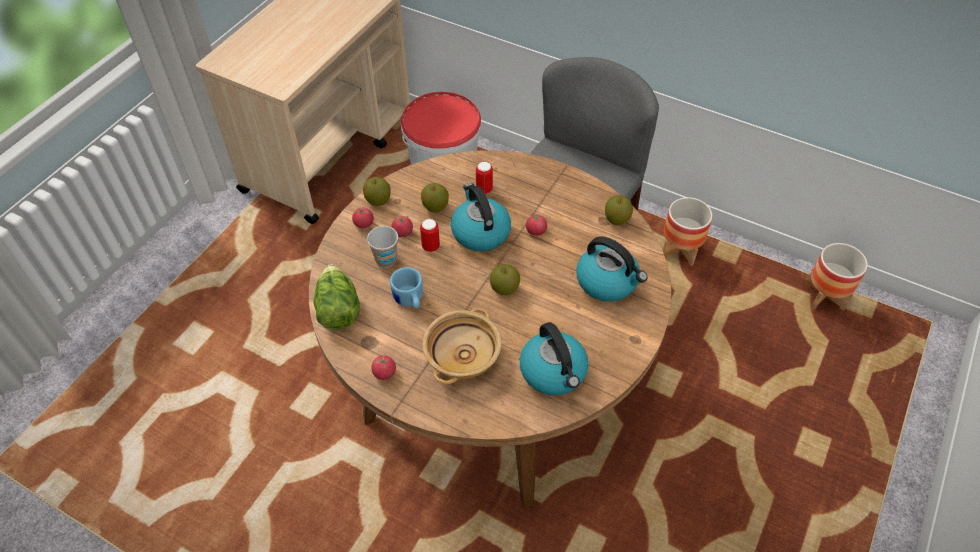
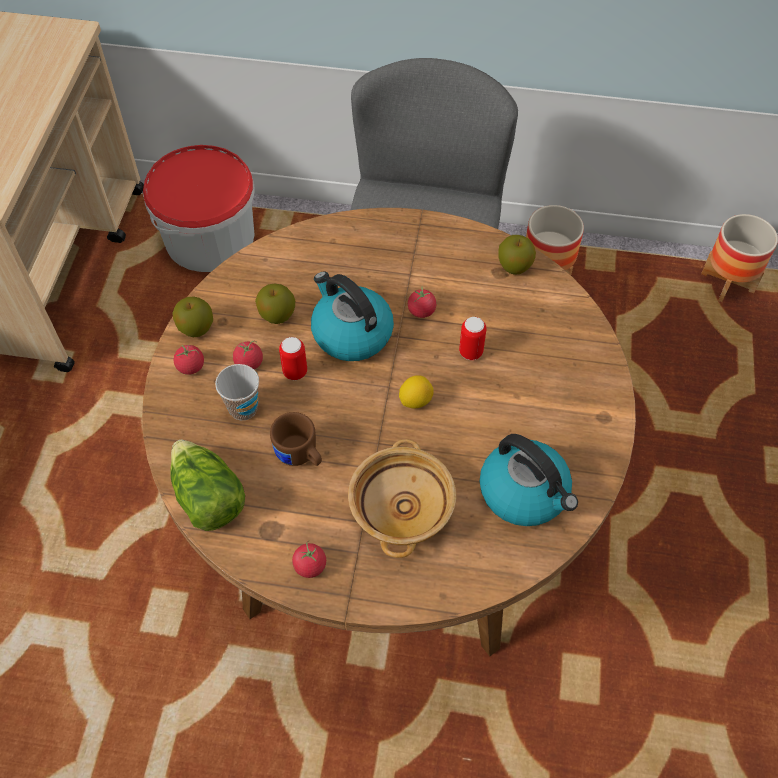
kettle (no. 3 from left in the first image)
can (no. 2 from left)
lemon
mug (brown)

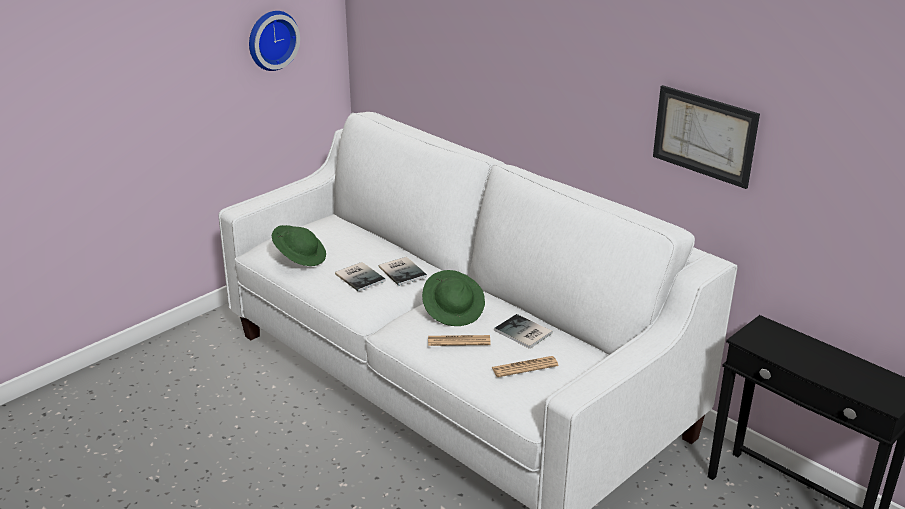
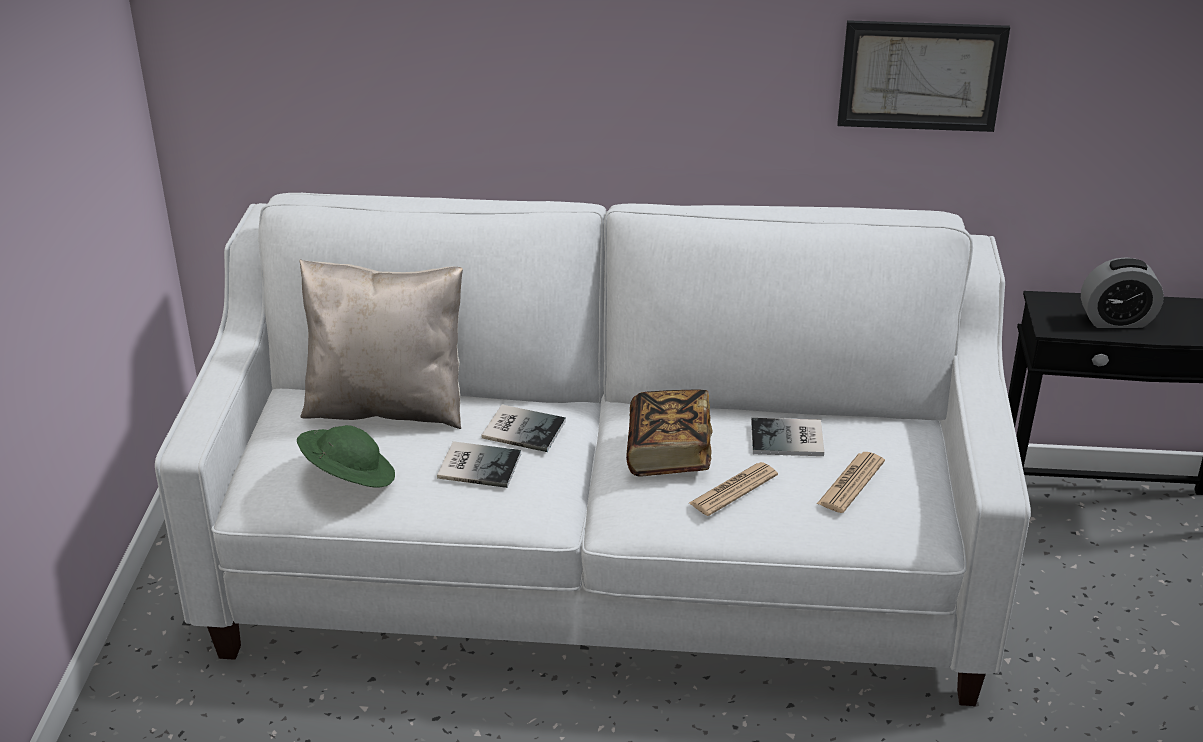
wall clock
pillow (beige)
alarm clock
book (no. 3 from left)

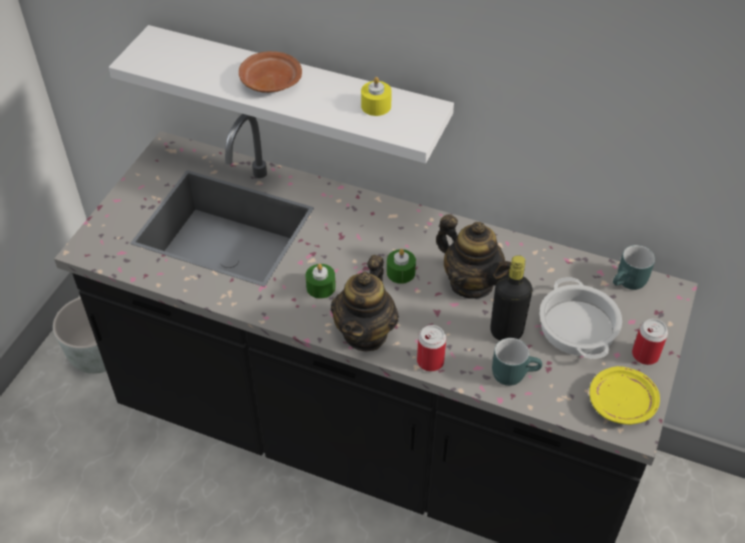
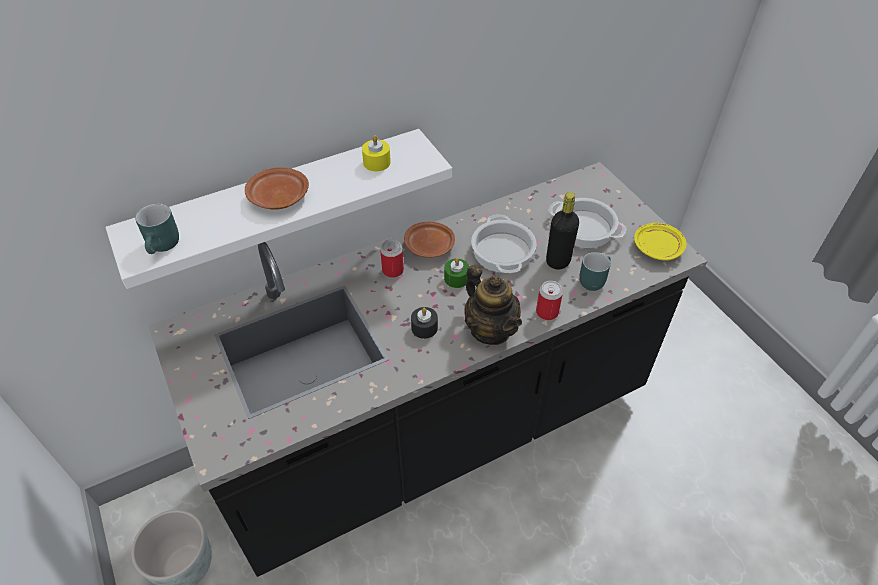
plate (brown) (no. 2 from left)
mug (turquoise) (no. 1 from left)
can (no. 1 from left)
cooking pot (no. 1 from left)
candle (black)

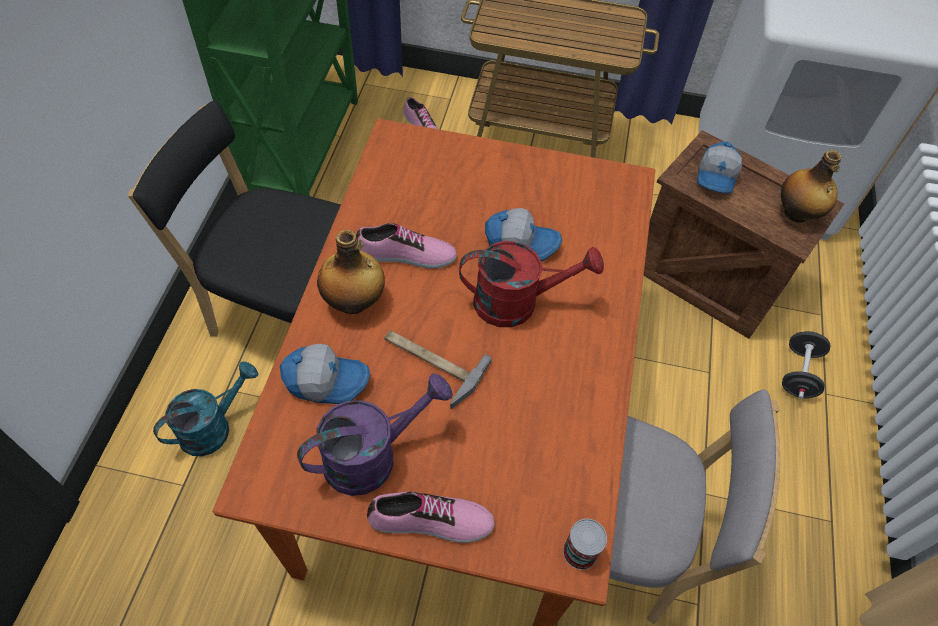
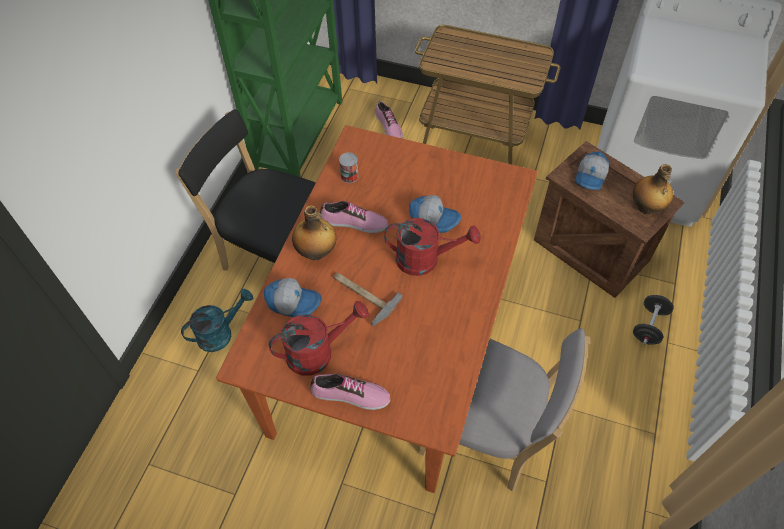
can
watering can (red) (no. 1 from left)

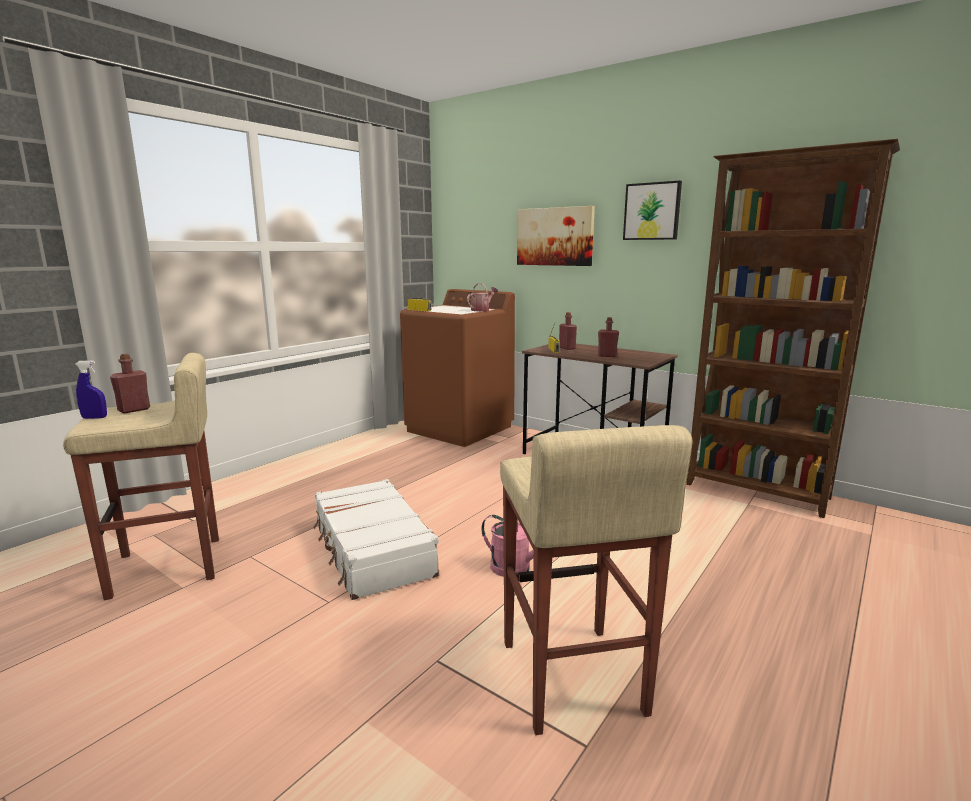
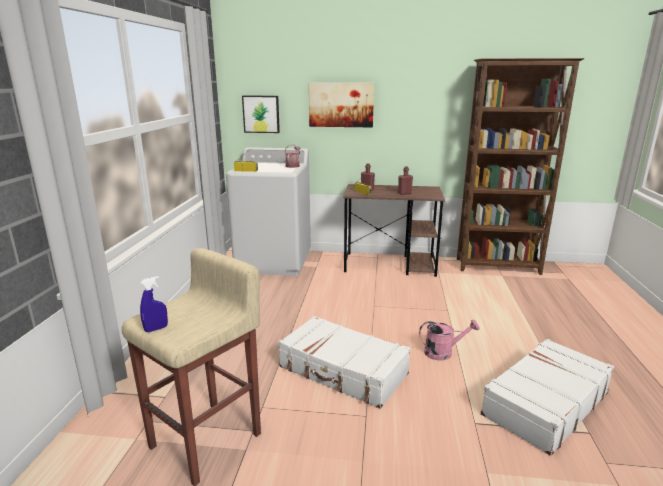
bottle (red) (no. 1 from left in the first image)
picture (no. 1 from left)
suitcase (white) (no. 2 from left)
washing machine (white)

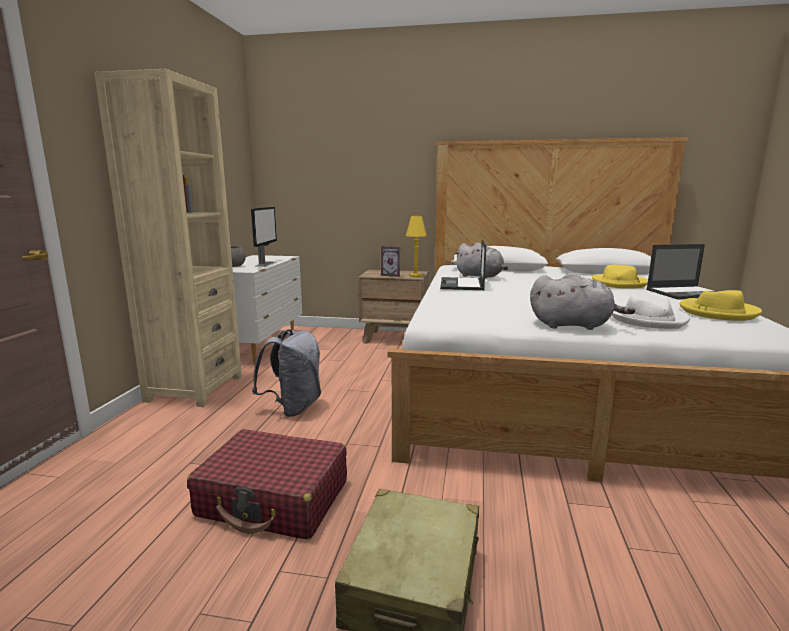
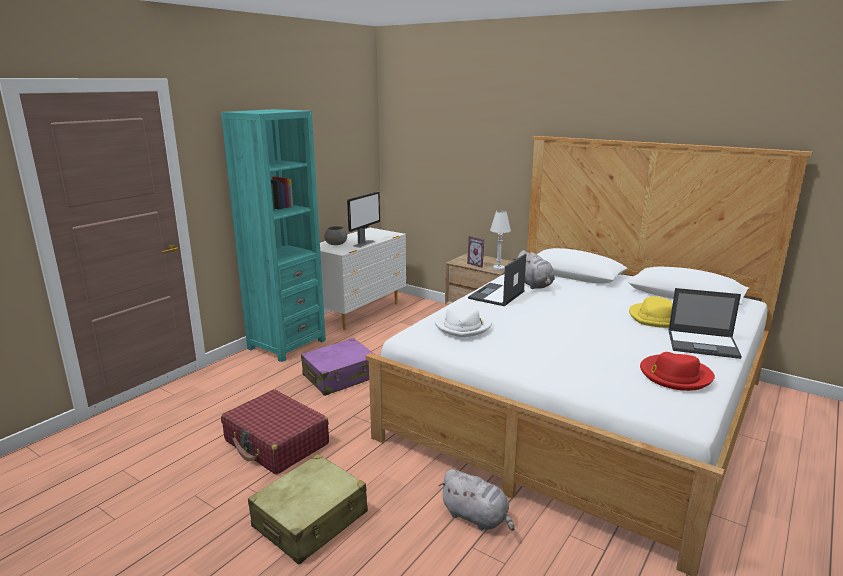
plush toy (grey) (no. 1 from left)
hat (white)
suitcase (purple)
bookcase (turquoise)
table lamp (white)
hat (red)

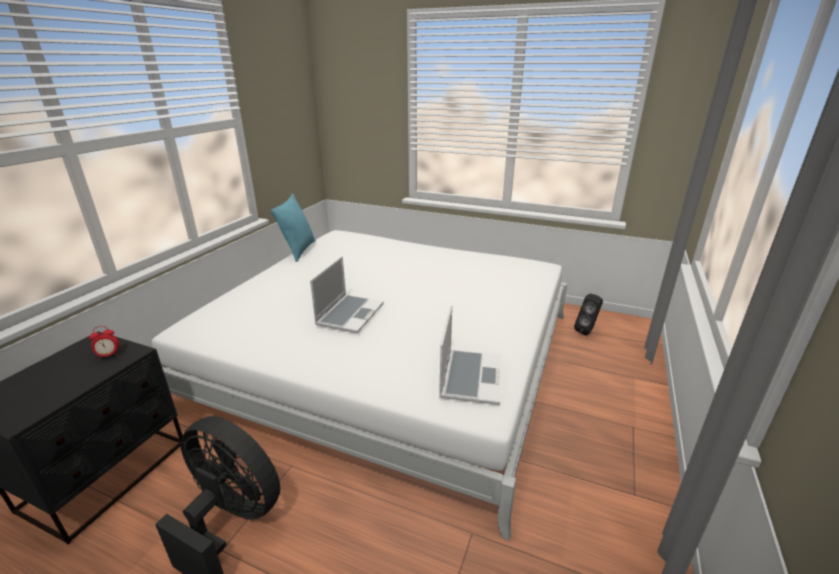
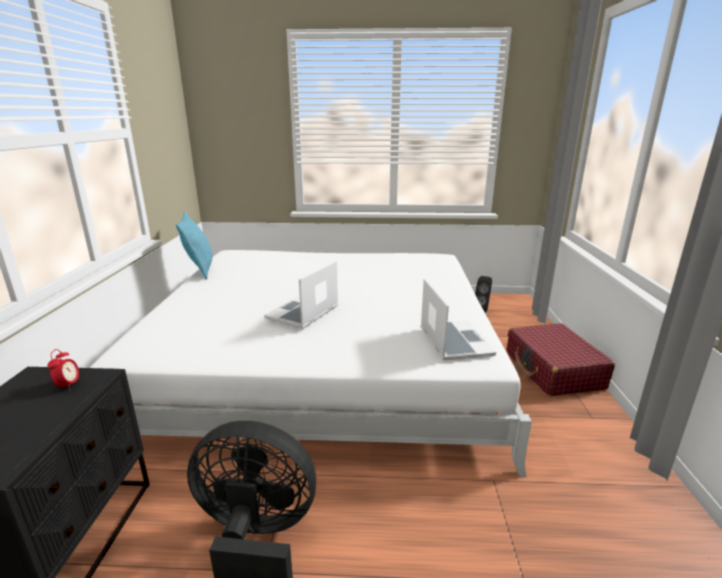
suitcase (red)
alarm clock
laptop (no. 1 from left)

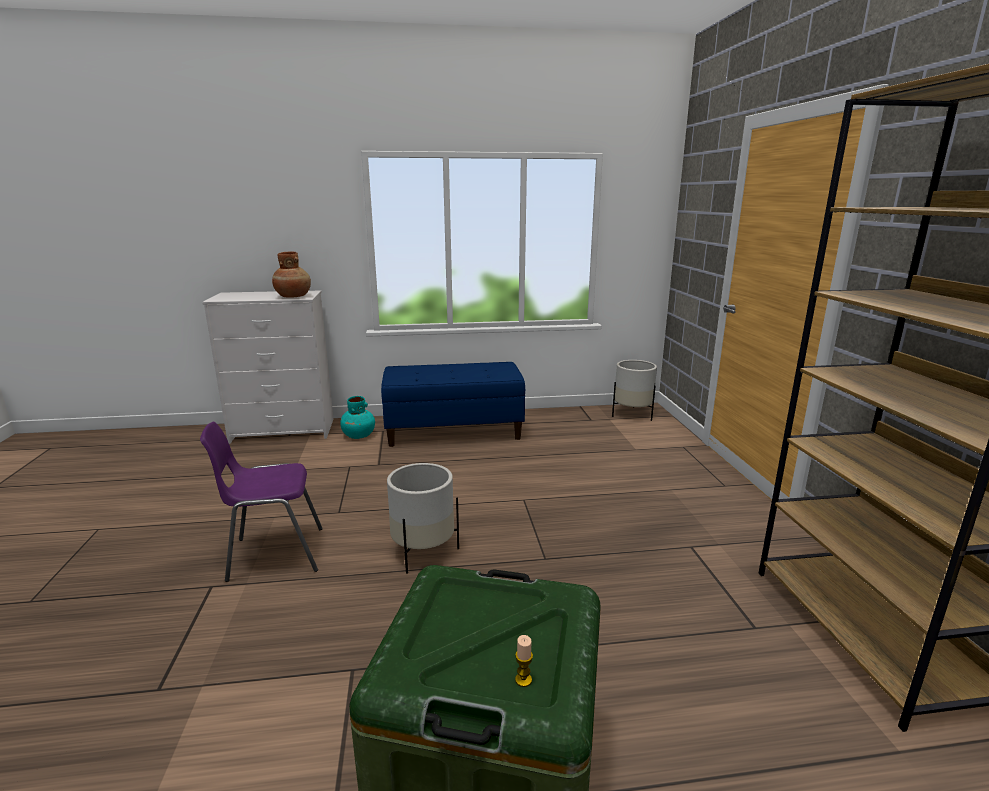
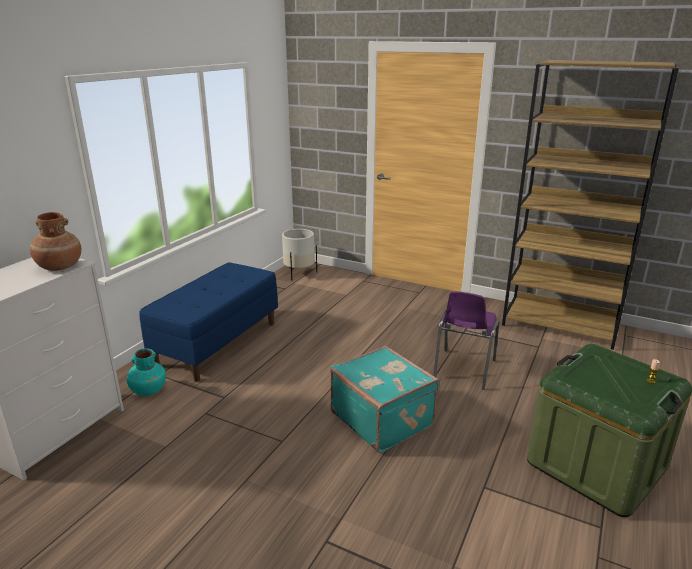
chair (purple)
suitcase (turquoise)

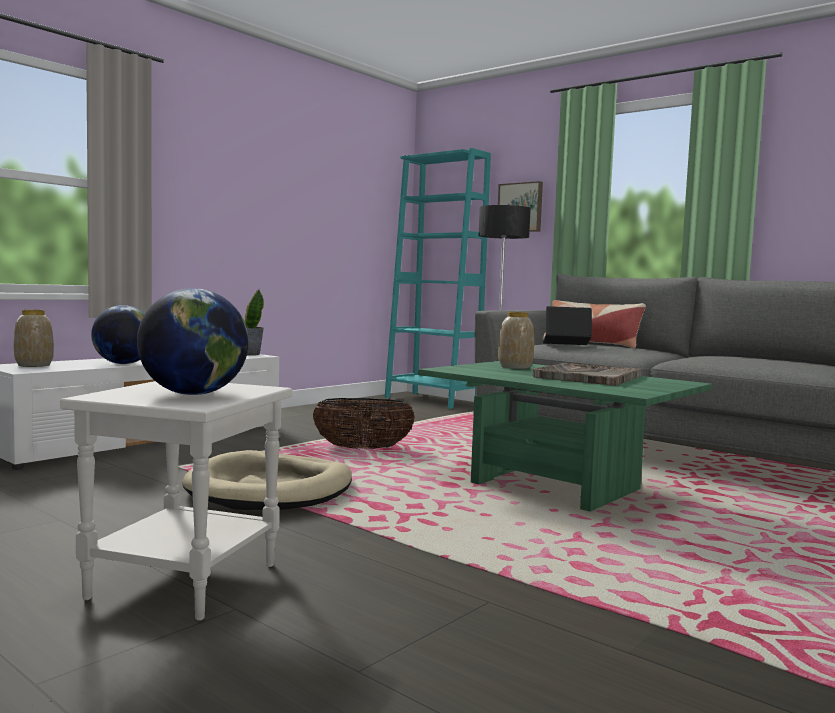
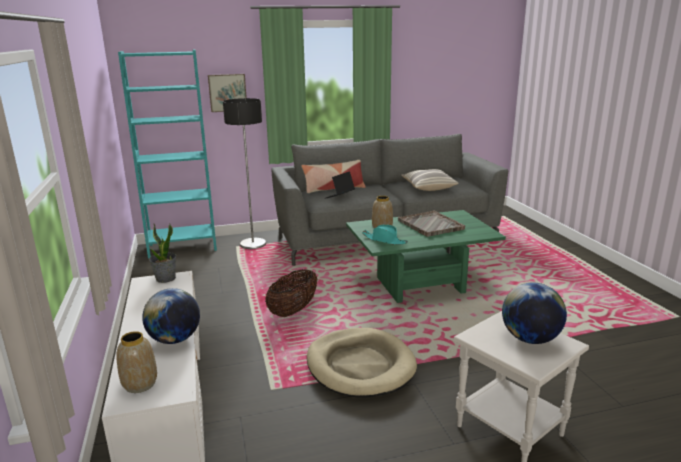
hat (turquoise)
pillow (no. 2 from left)

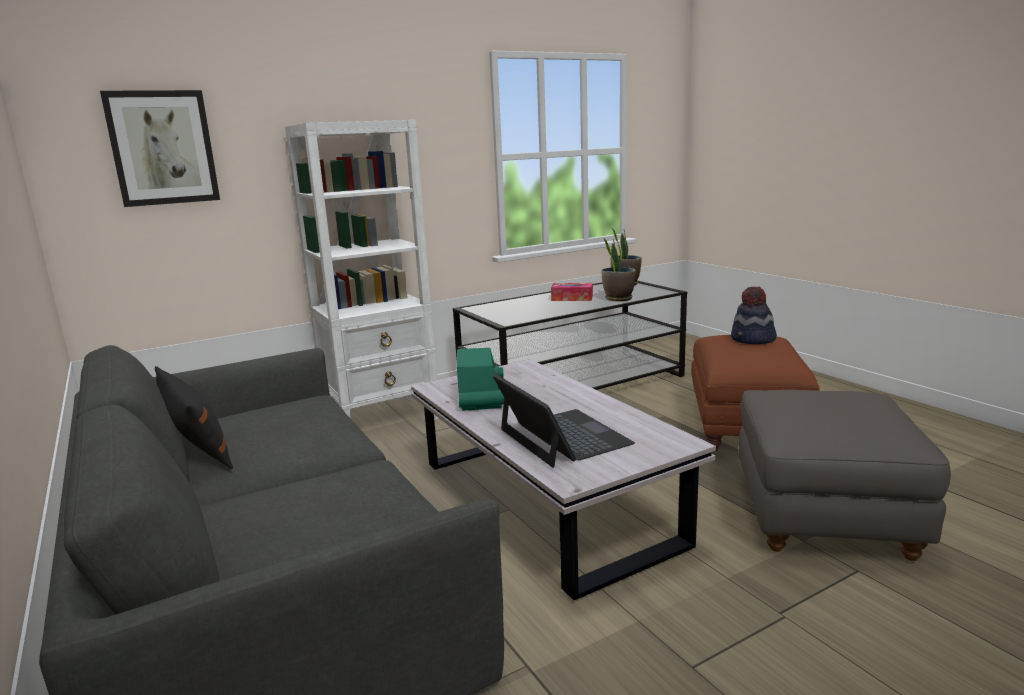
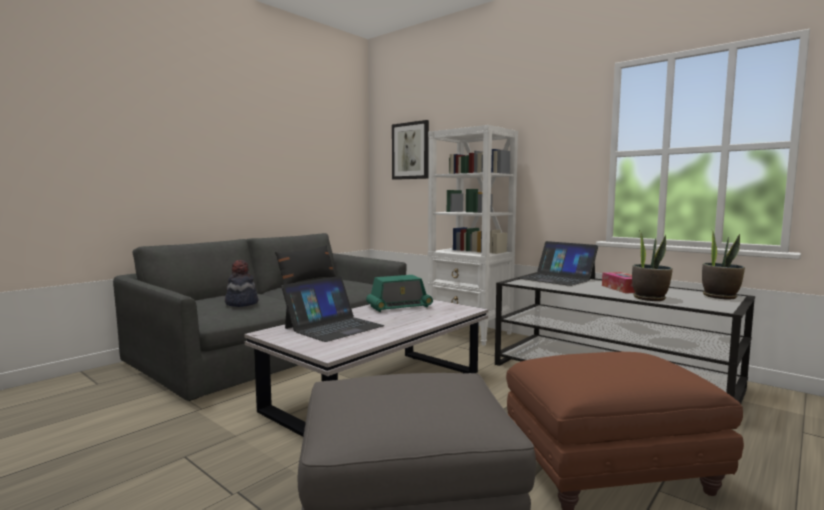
laptop (no. 2 from left)
hat

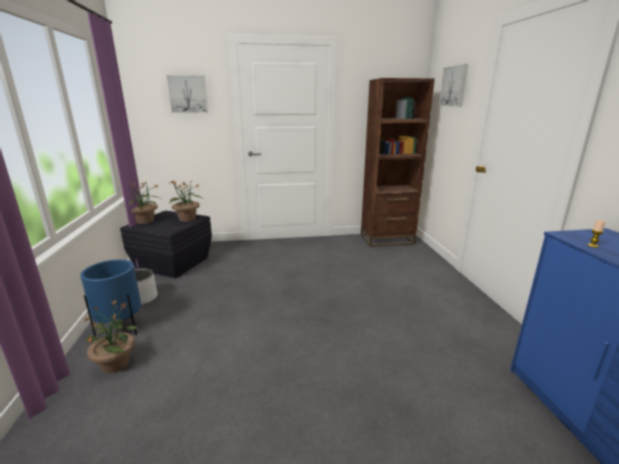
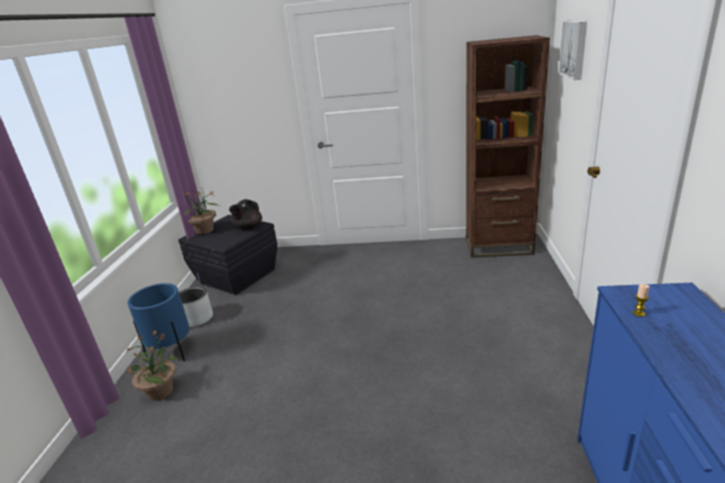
picture (no. 1 from left in the first image)
teapot (black)

